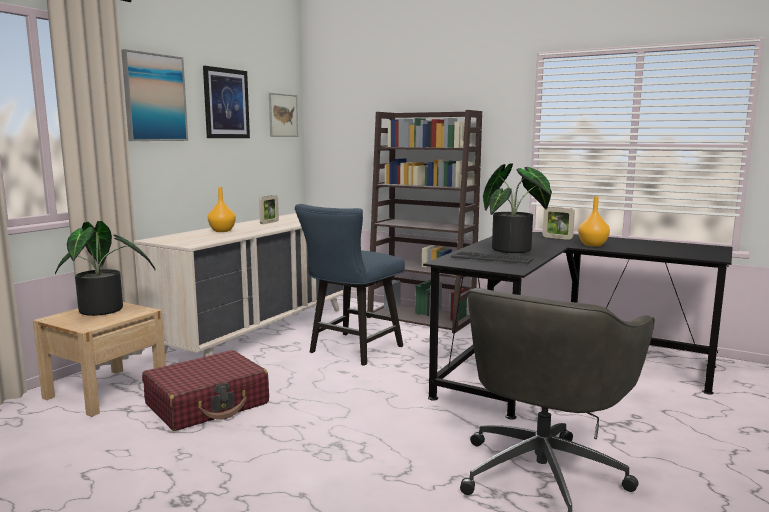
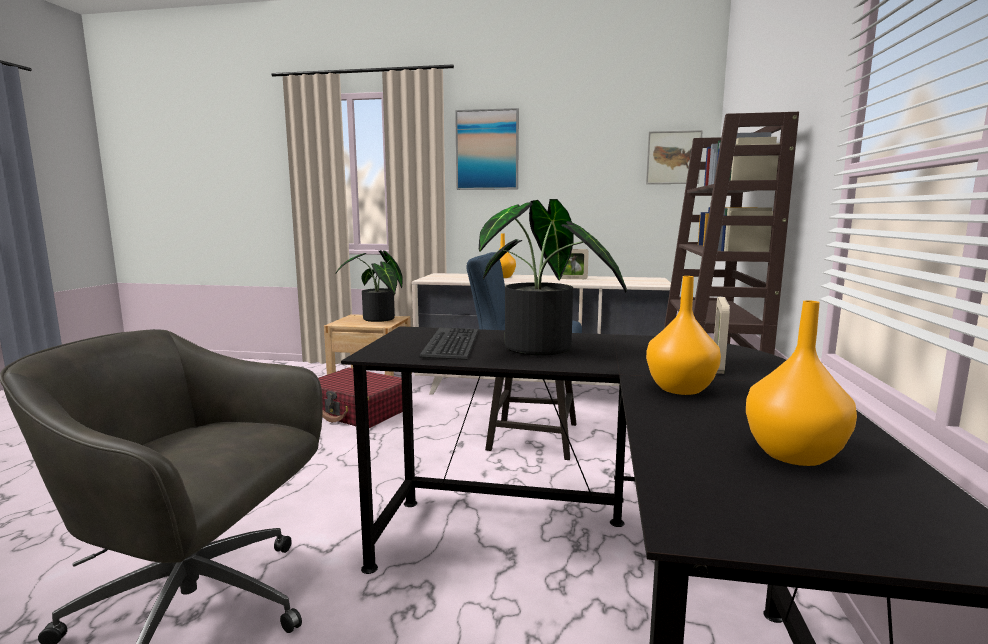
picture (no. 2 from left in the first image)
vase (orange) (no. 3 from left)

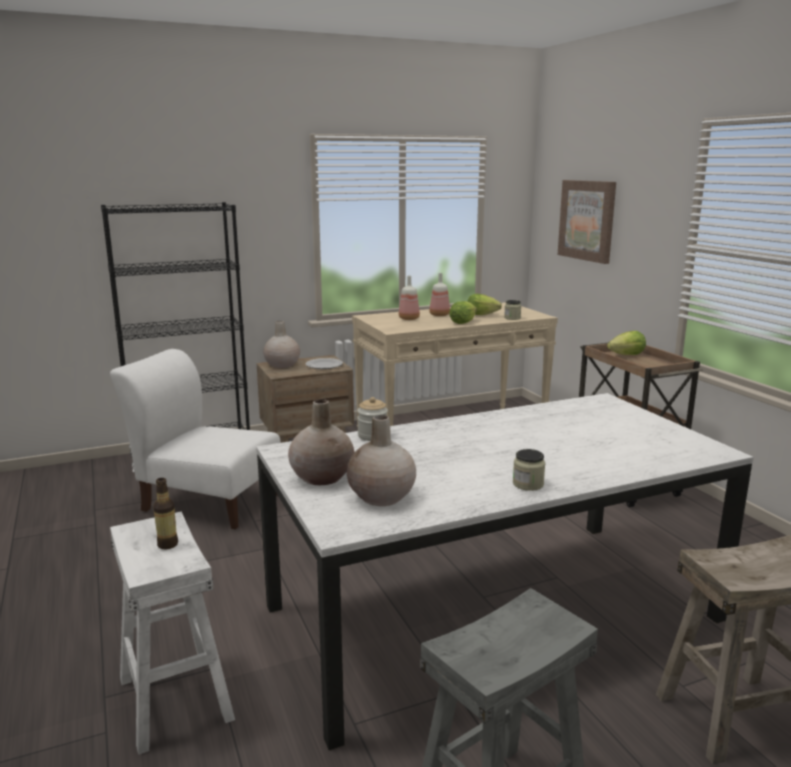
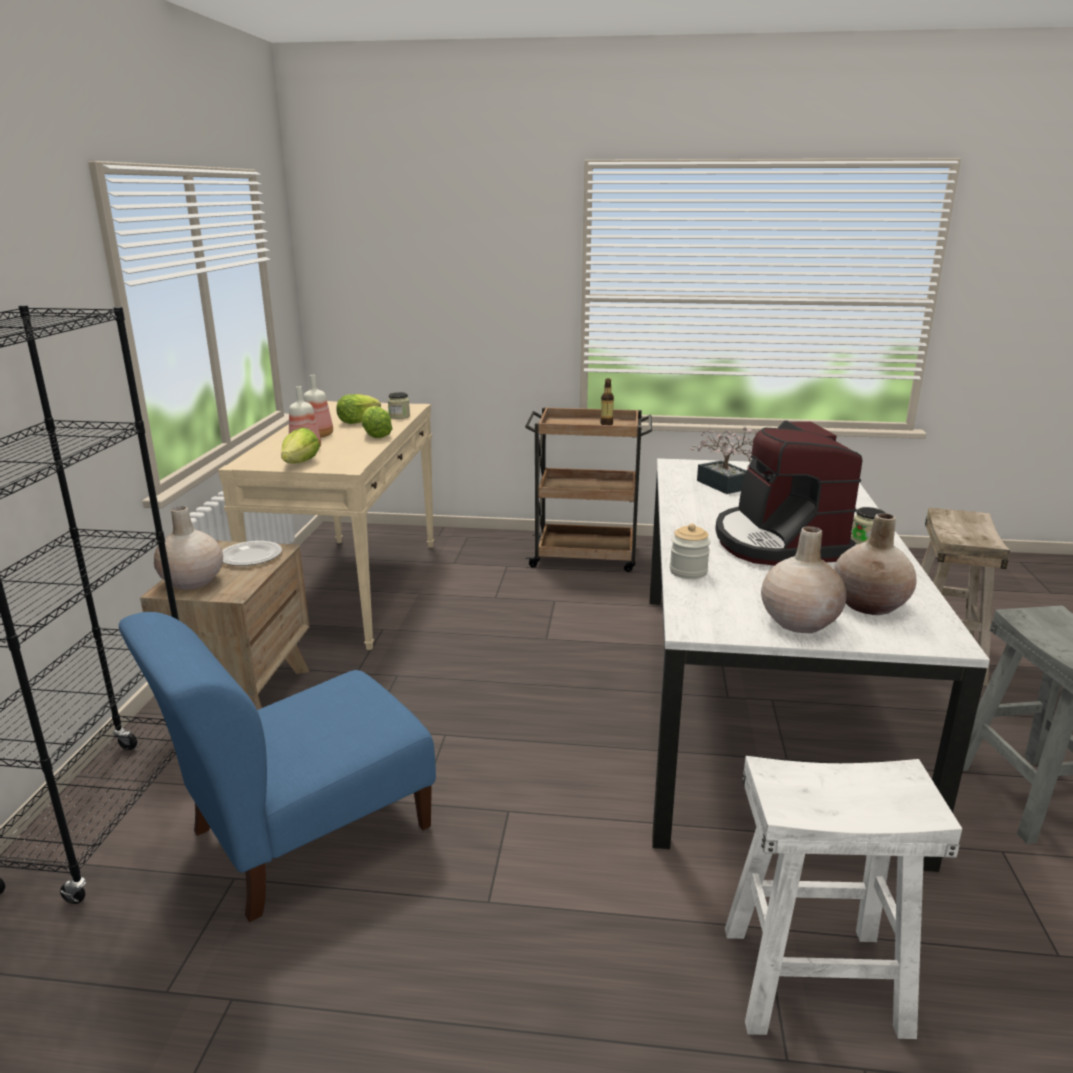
picture
potted plant
coffee machine
bottle (no. 3 from left)
lettuce (no. 1 from left)
chair (blue)

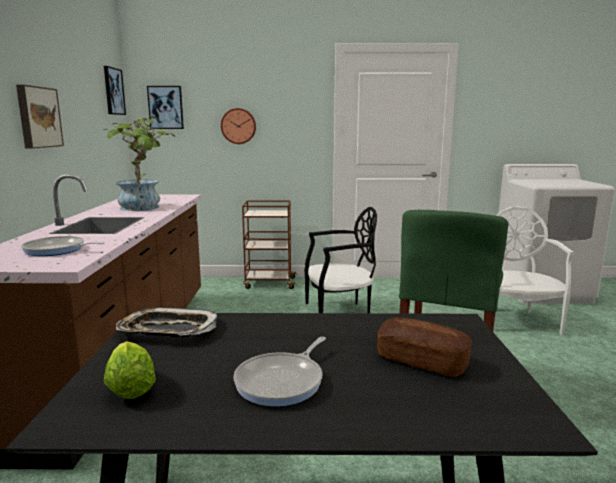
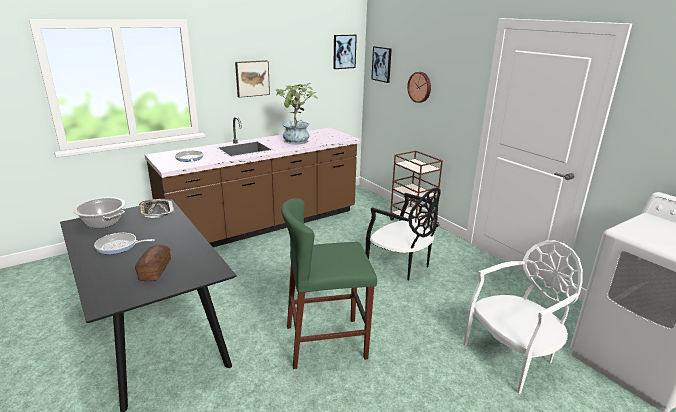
cooking pot

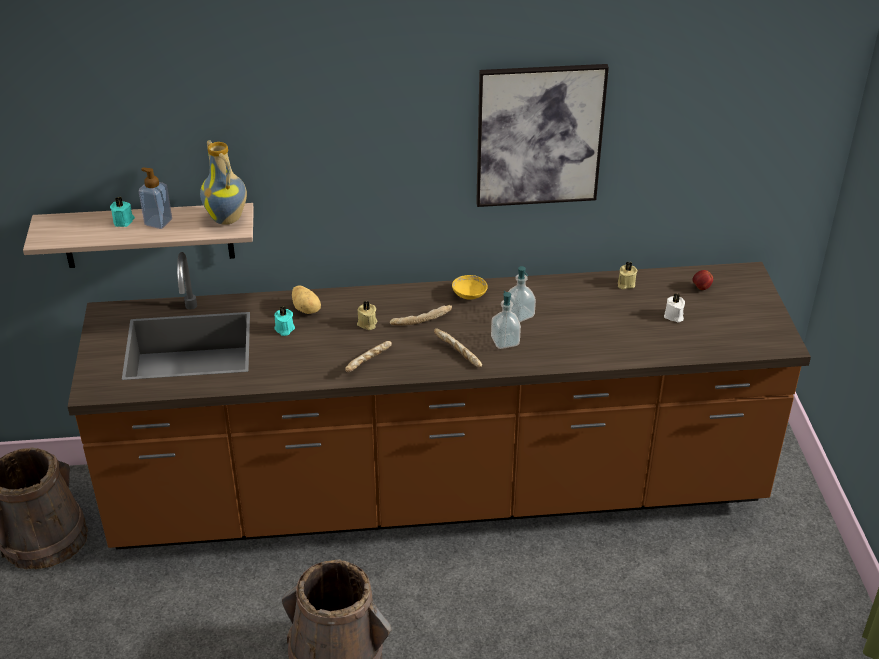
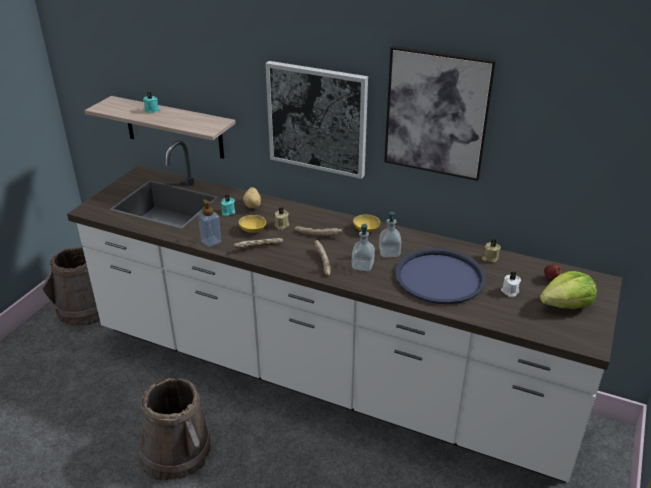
vase
bowl (yellow) (no. 1 from left)
picture (no. 1 from left)
tray (blue)
lettuce
soap dispenser (no. 1 from left)
counter (white)

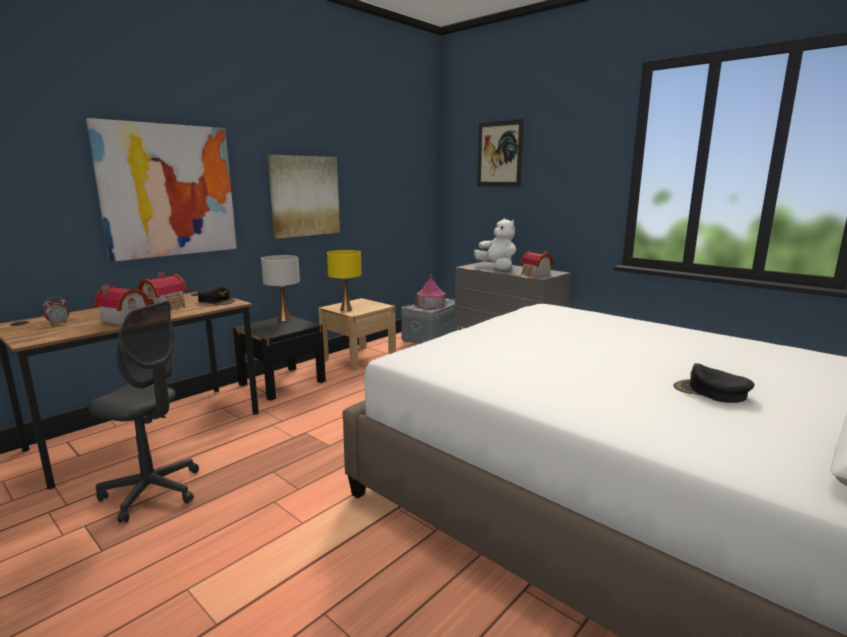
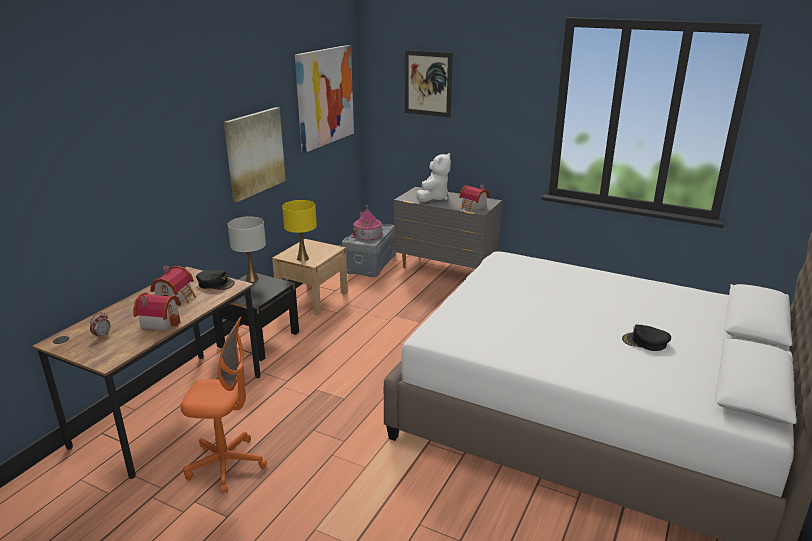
picture (no. 2 from left)
office chair (orange)
plush toy (white)

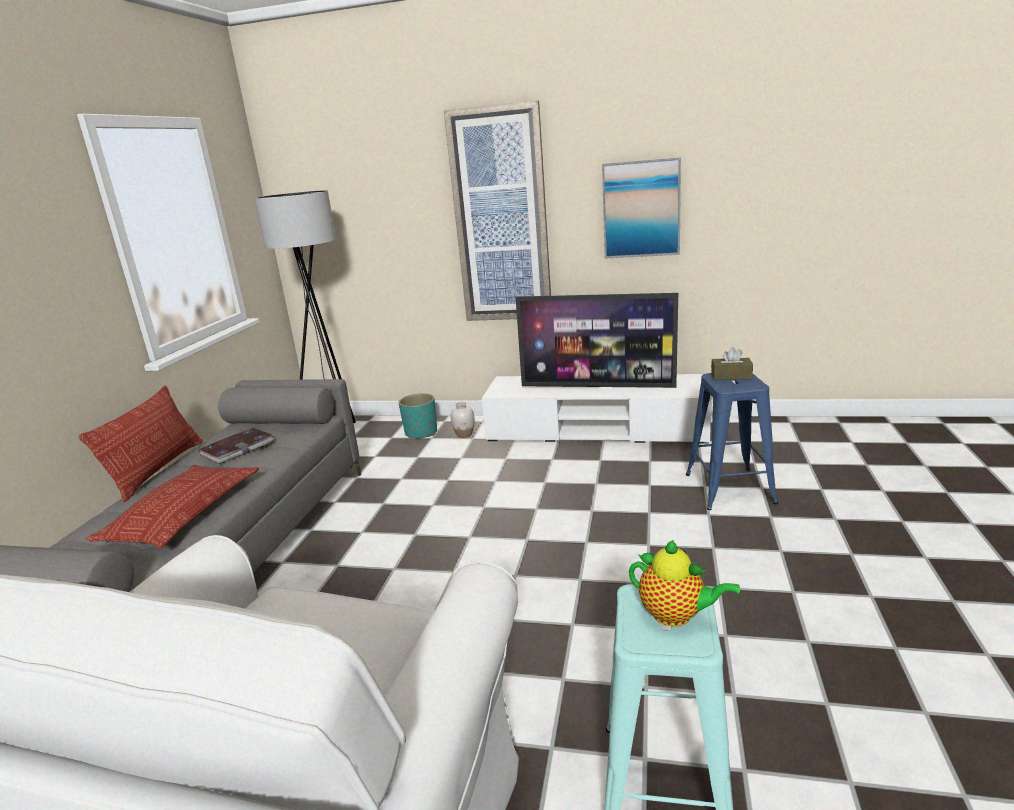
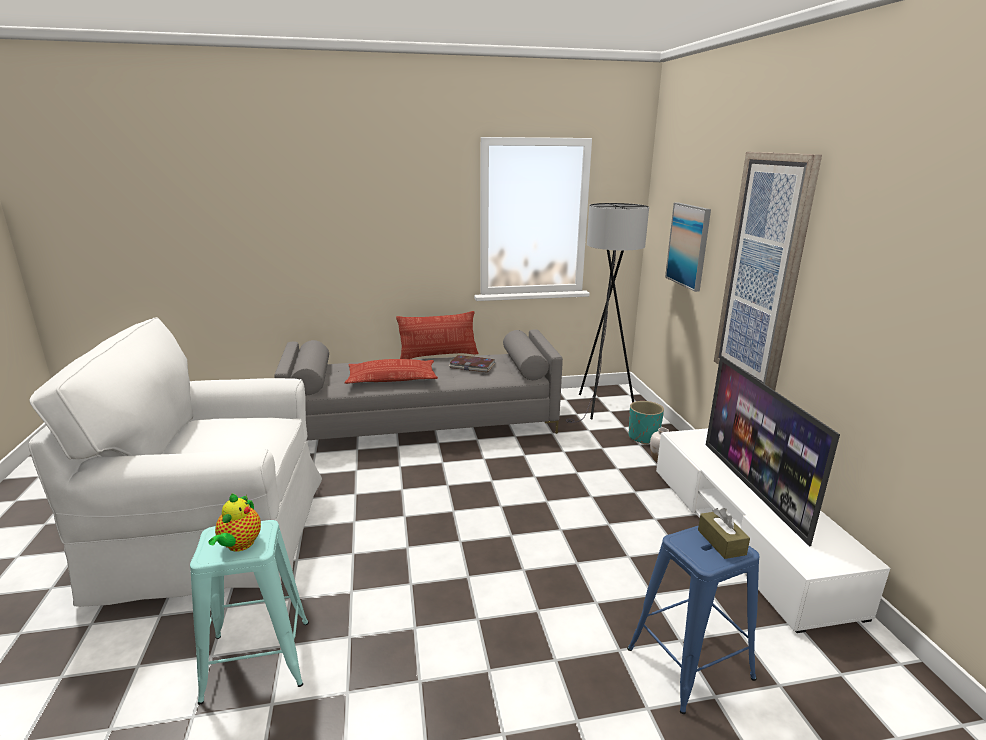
picture (no. 1 from left)

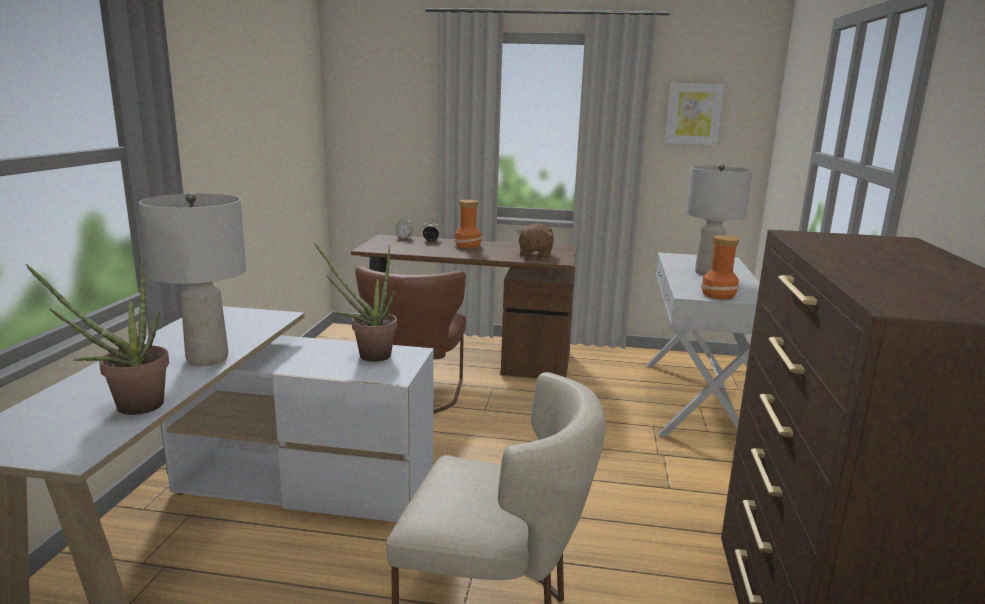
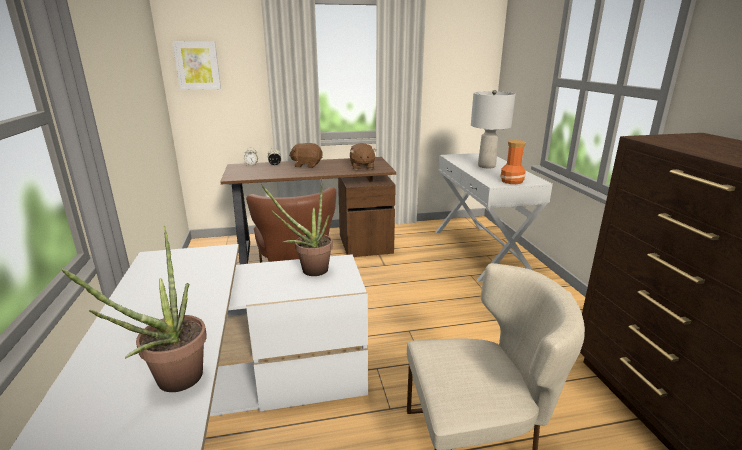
table lamp (grey) (no. 1 from left in the first image)
picture
plush toy (brown) (no. 1 from left)

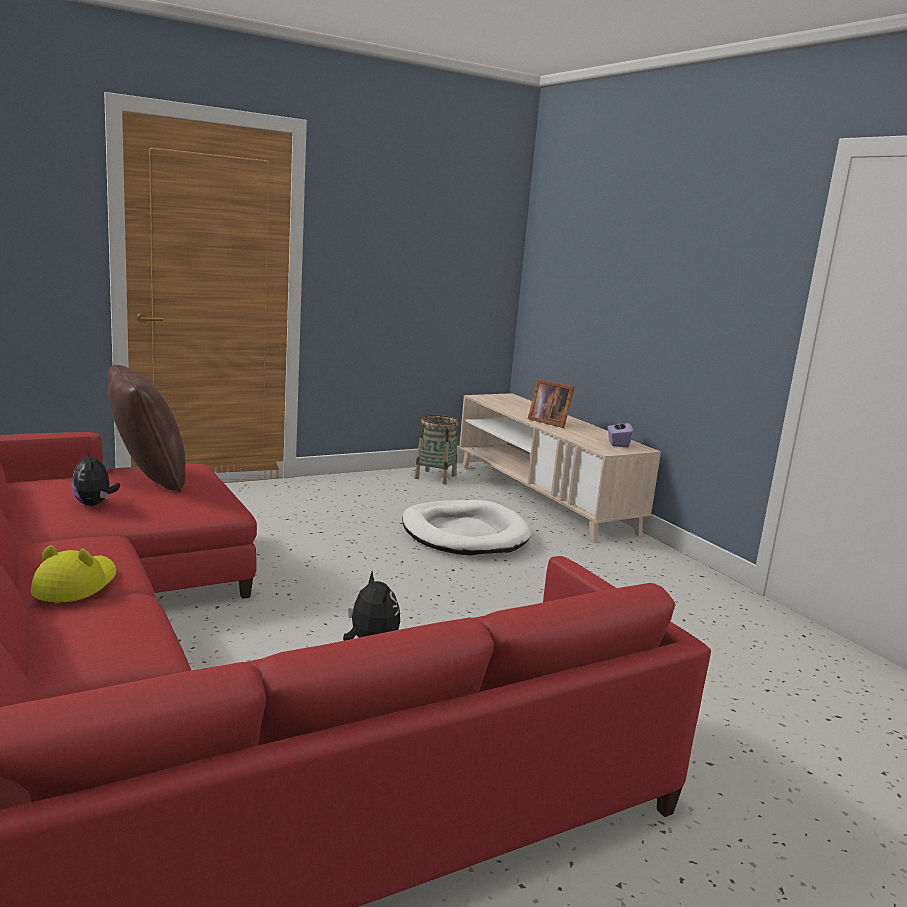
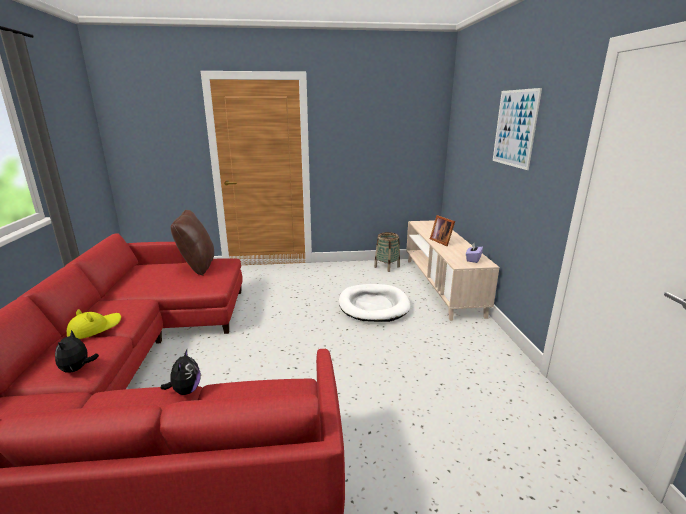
picture
plush toy (no. 1 from left)

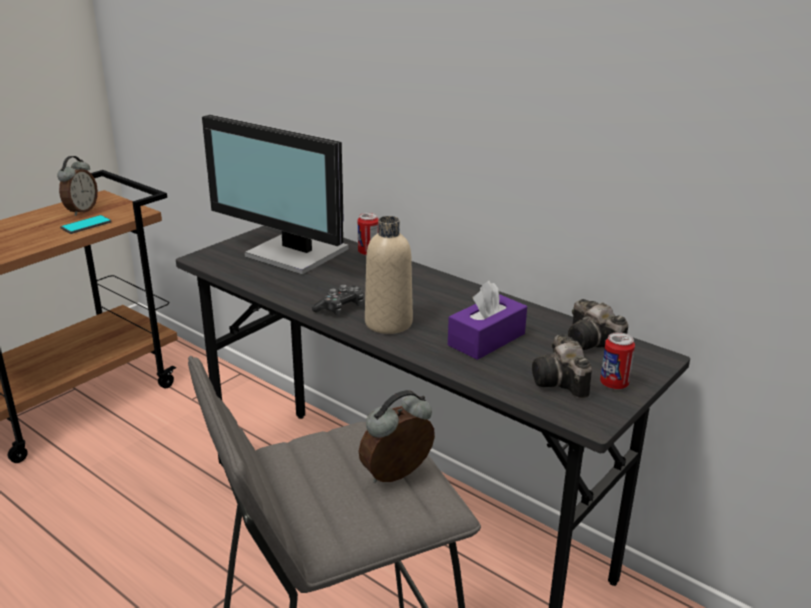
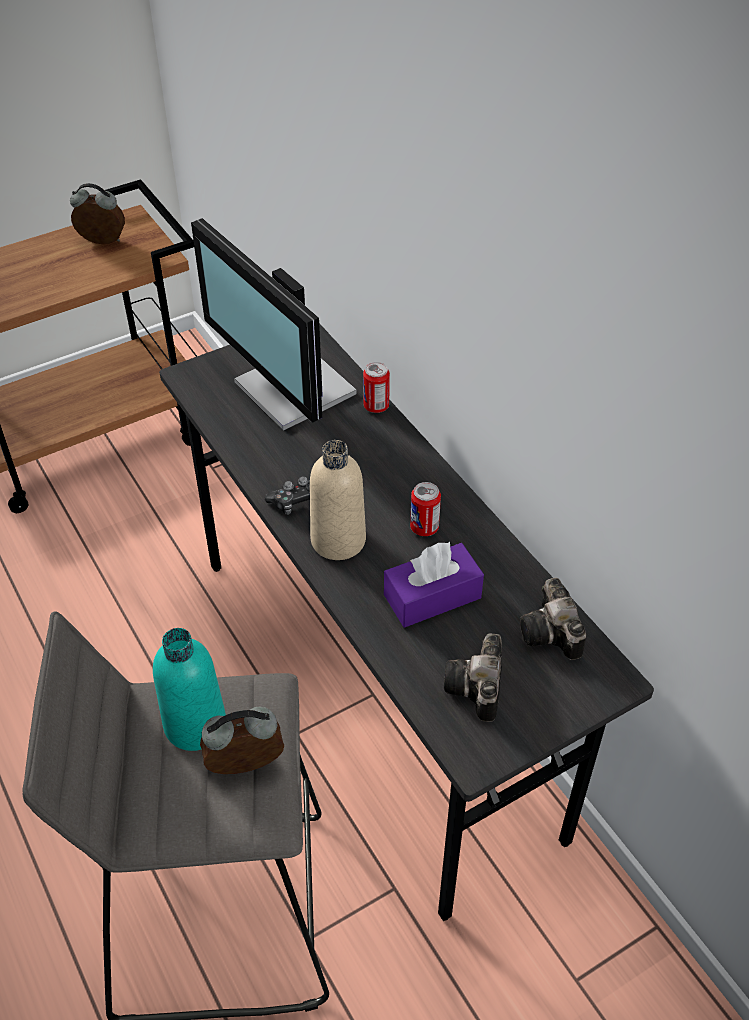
phone
bottle (turquoise)
can (no. 2 from left)
alarm clock (no. 1 from left)

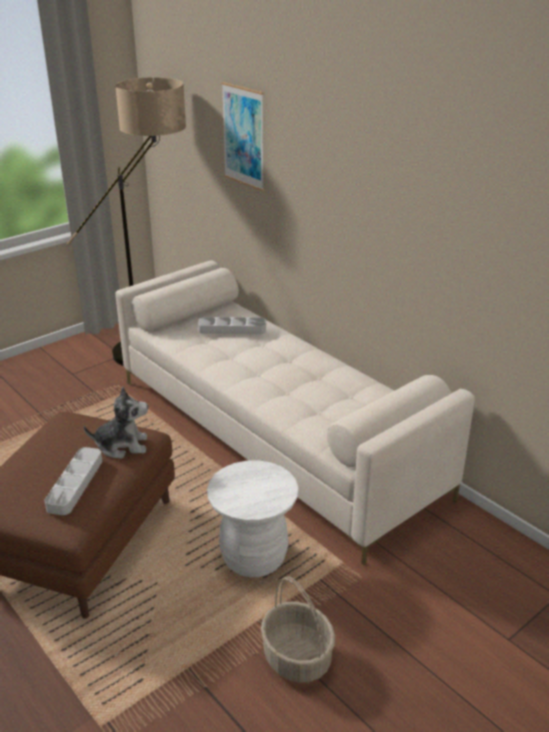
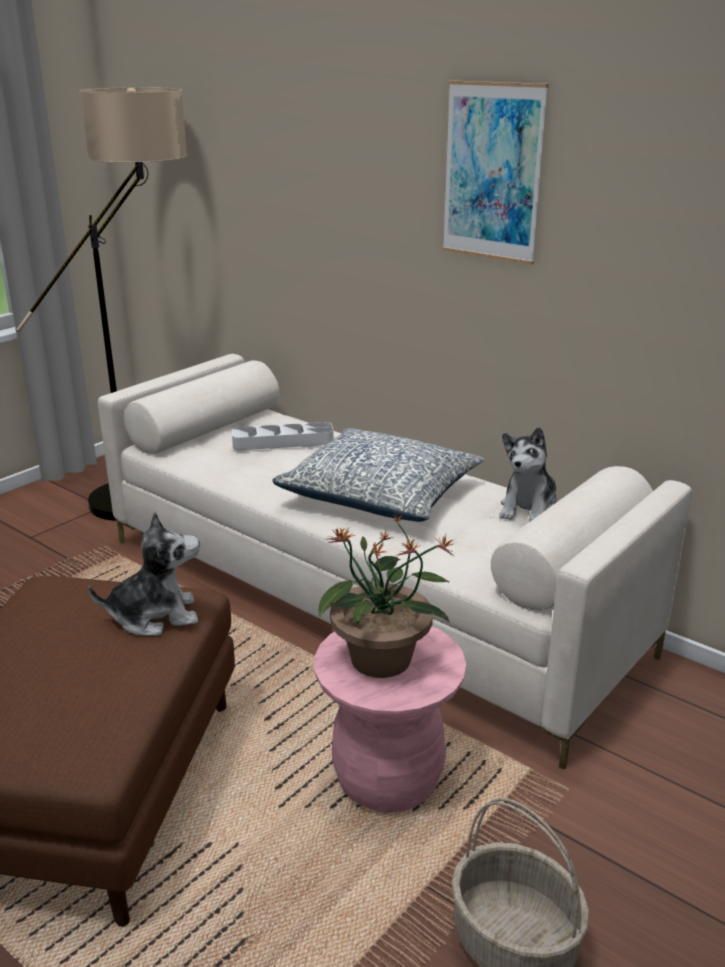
tray (grey) (no. 1 from left in the first image)
pillow
potted plant
plush toy (no. 2 from left)
picture
stool (pink)

